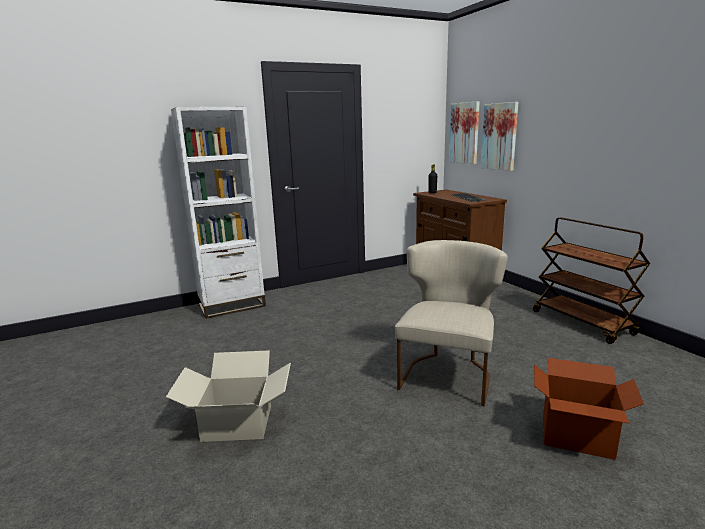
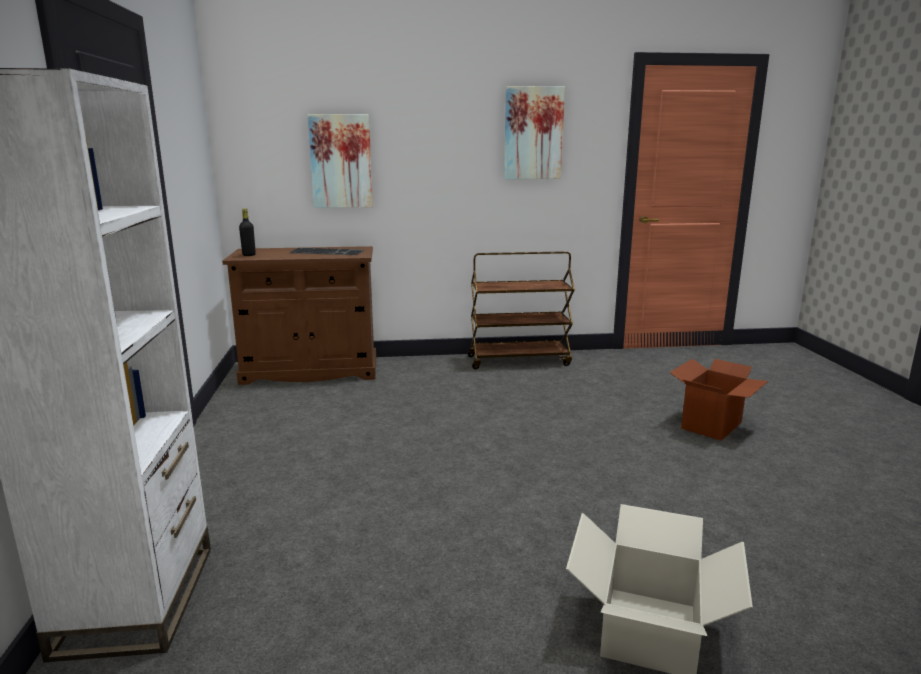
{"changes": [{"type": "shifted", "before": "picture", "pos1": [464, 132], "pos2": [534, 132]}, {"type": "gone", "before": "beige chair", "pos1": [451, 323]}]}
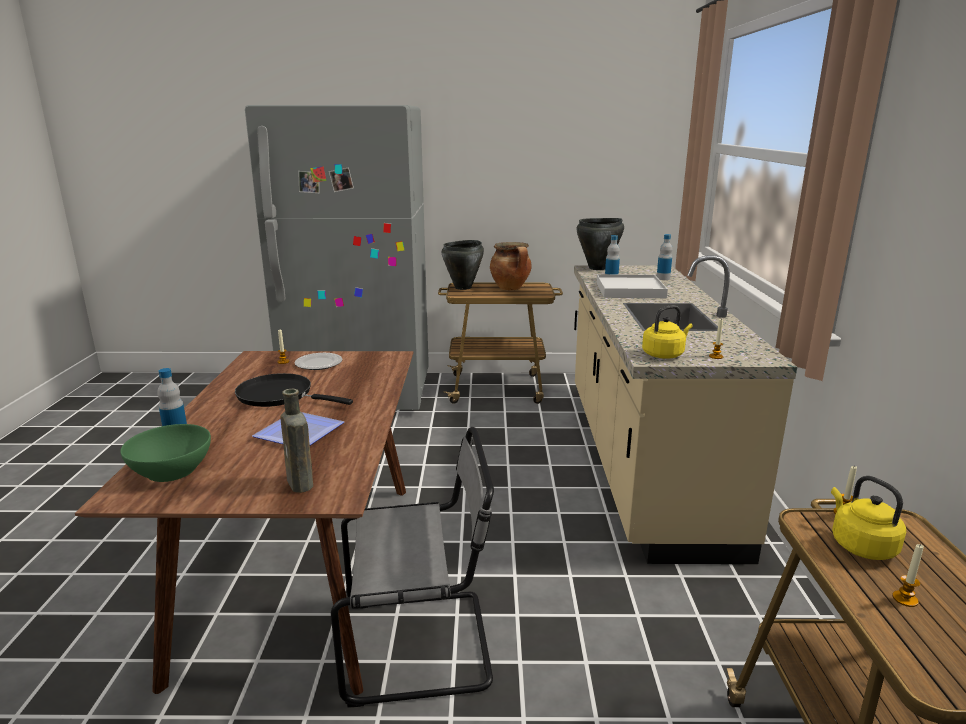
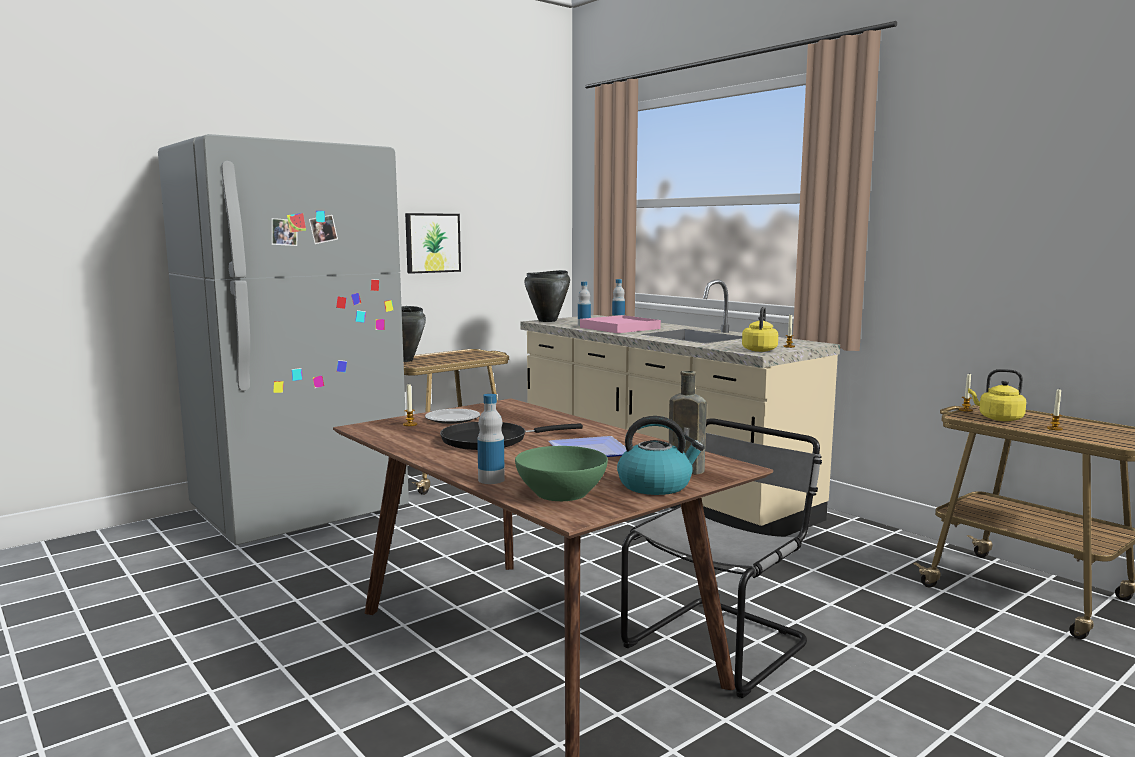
{"changes": [{"type": "gone", "before": "cooking pot", "pos1": [511, 266]}, {"type": "repainted", "before": "white tray", "after": "pink tray", "pos1": [632, 286], "pos2": [620, 324]}, {"type": "new", "after": "picture", "pos2": [433, 243]}, {"type": "new", "after": "kettle", "pos2": [661, 455]}]}
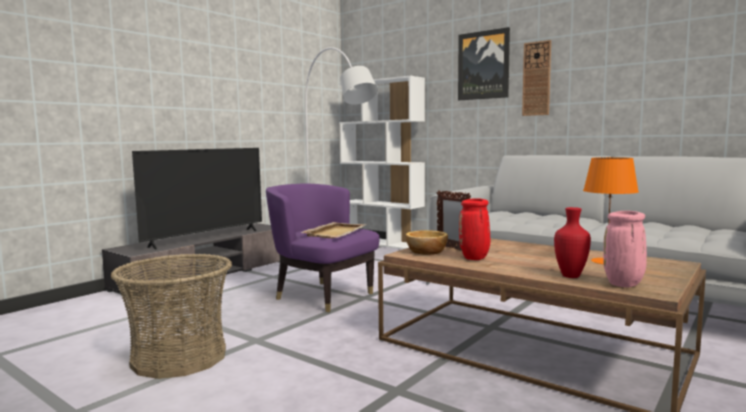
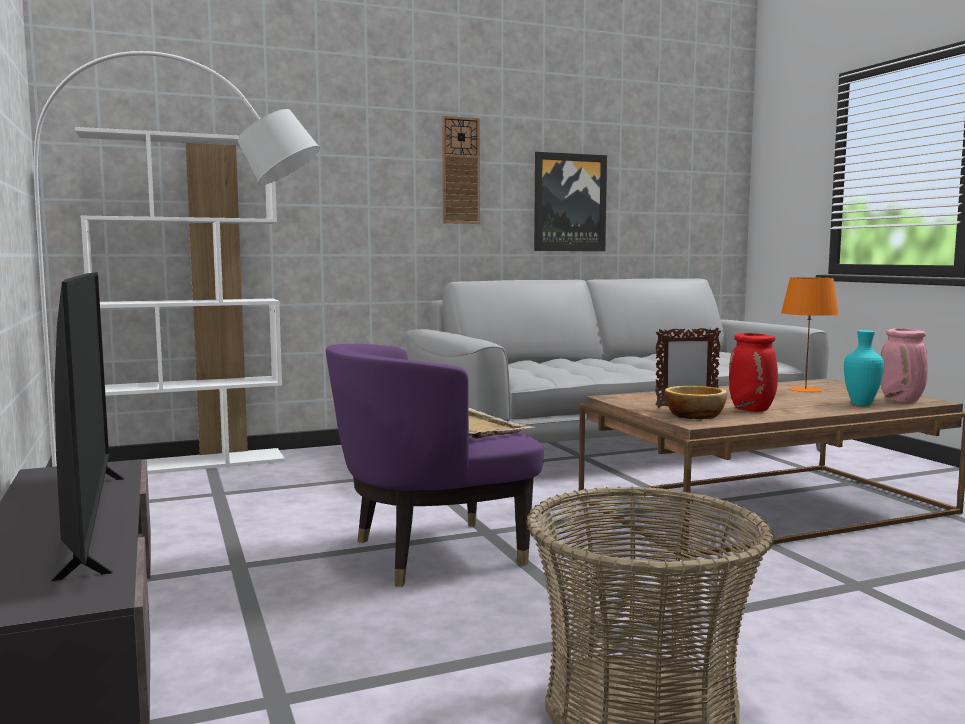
{"changes": [{"type": "shifted", "before": "picture", "pos1": [484, 63], "pos2": [570, 201]}, {"type": "repainted", "before": "red vase", "after": "turquoise vase", "pos1": [572, 242], "pos2": [864, 368]}]}
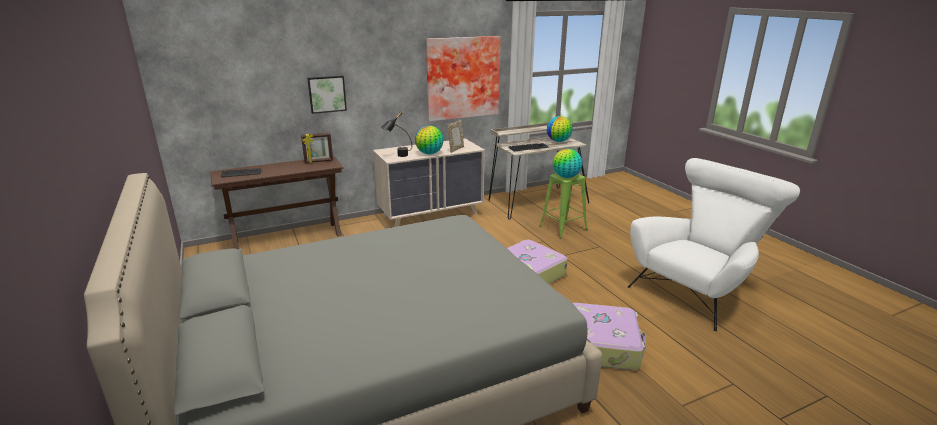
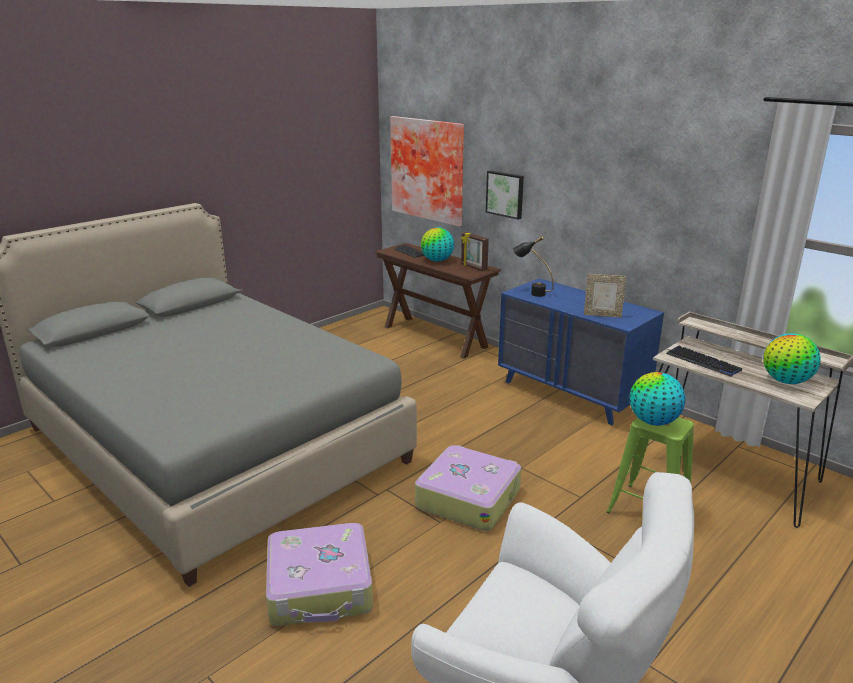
{"changes": [{"type": "shifted", "before": "picture", "pos1": [463, 78], "pos2": [427, 171]}, {"type": "shifted", "before": "globe", "pos1": [429, 140], "pos2": [437, 245]}, {"type": "repainted", "before": "beige dresser", "after": "blue dresser", "pos1": [429, 183], "pos2": [581, 351]}]}
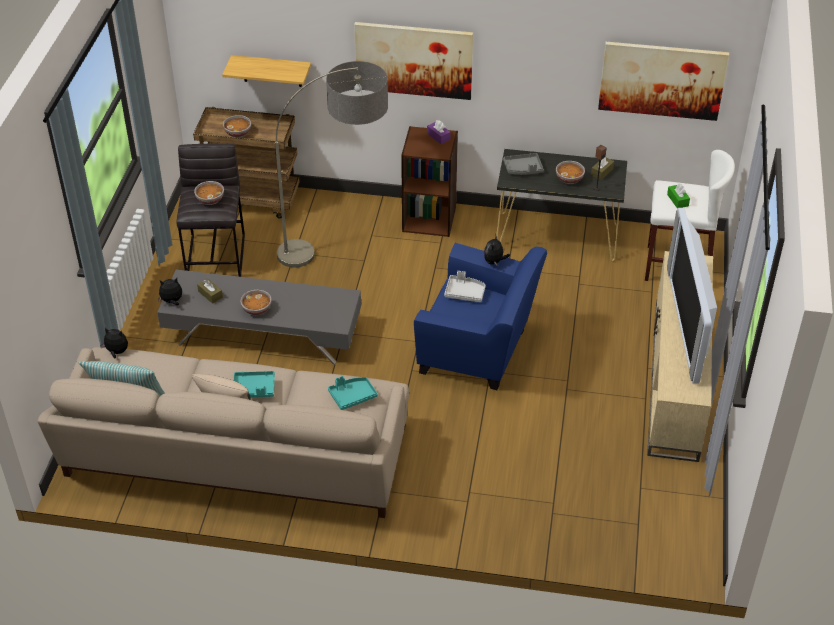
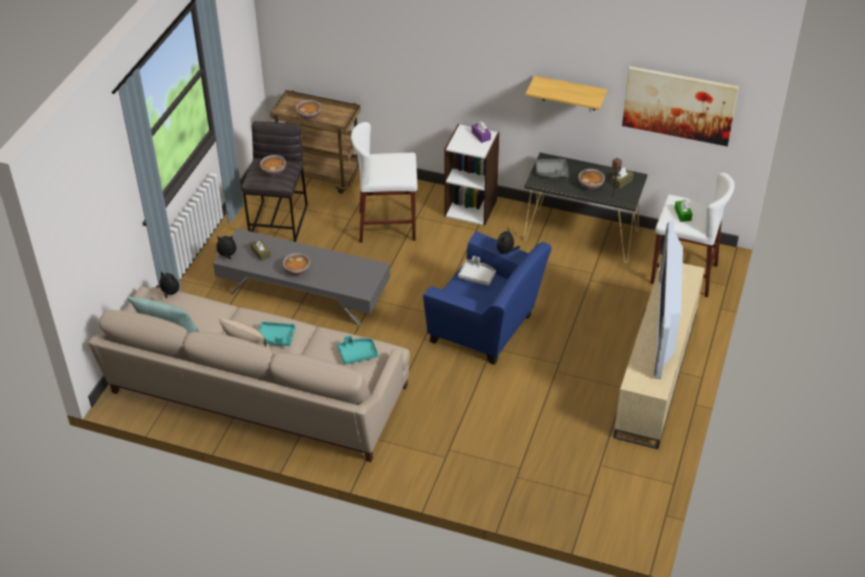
{"changes": [{"type": "gone", "before": "picture", "pos1": [413, 61]}, {"type": "shifted", "before": "shelf", "pos1": [266, 71], "pos2": [566, 93]}, {"type": "swapped", "before": "floor lamp", "after": "white stool", "pos1": [331, 164], "pos2": [384, 182]}, {"type": "repainted", "before": "brown bookcase", "after": "white bookcase", "pos1": [429, 181], "pos2": [472, 175]}]}
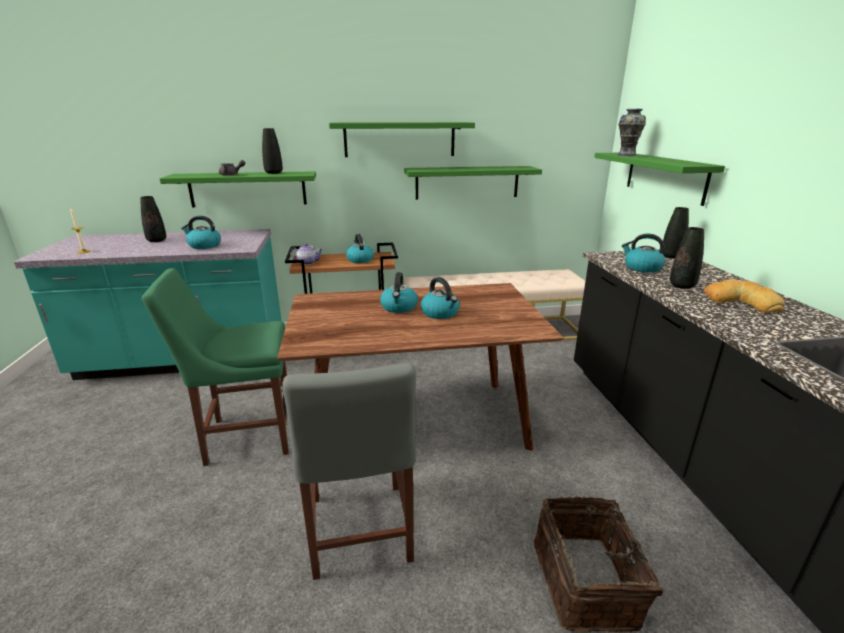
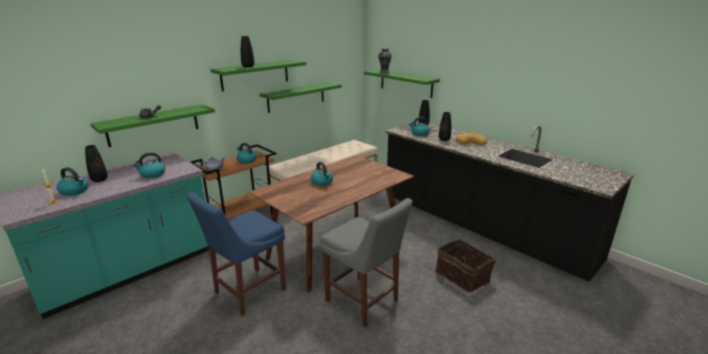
{"changes": [{"type": "shifted", "before": "black vase", "pos1": [272, 151], "pos2": [247, 51]}, {"type": "repainted", "before": "green chair", "after": "blue chair", "pos1": [215, 367], "pos2": [236, 254]}, {"type": "shifted", "before": "kettle", "pos1": [440, 298], "pos2": [73, 181]}]}
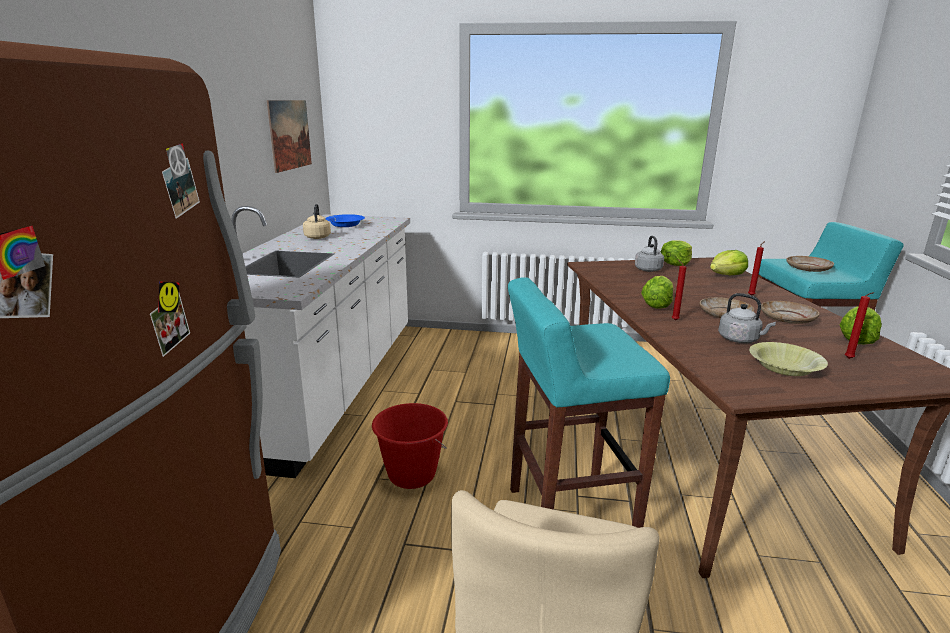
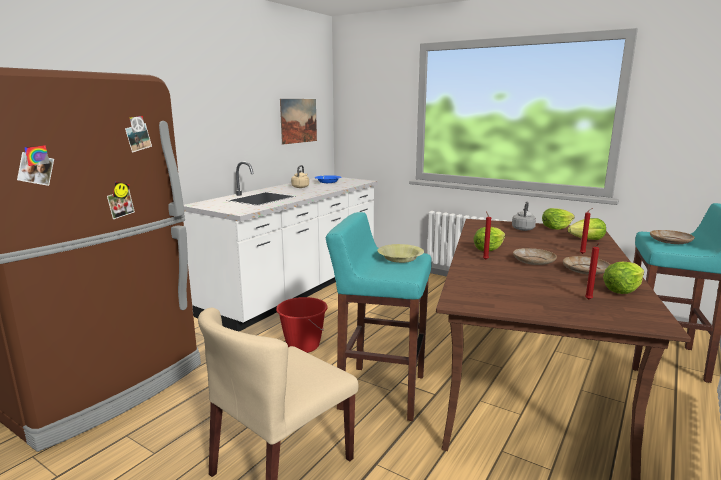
{"changes": [{"type": "gone", "before": "grey kettle", "pos1": [747, 318]}, {"type": "shifted", "before": "yellow bowl", "pos1": [788, 359], "pos2": [400, 253]}]}
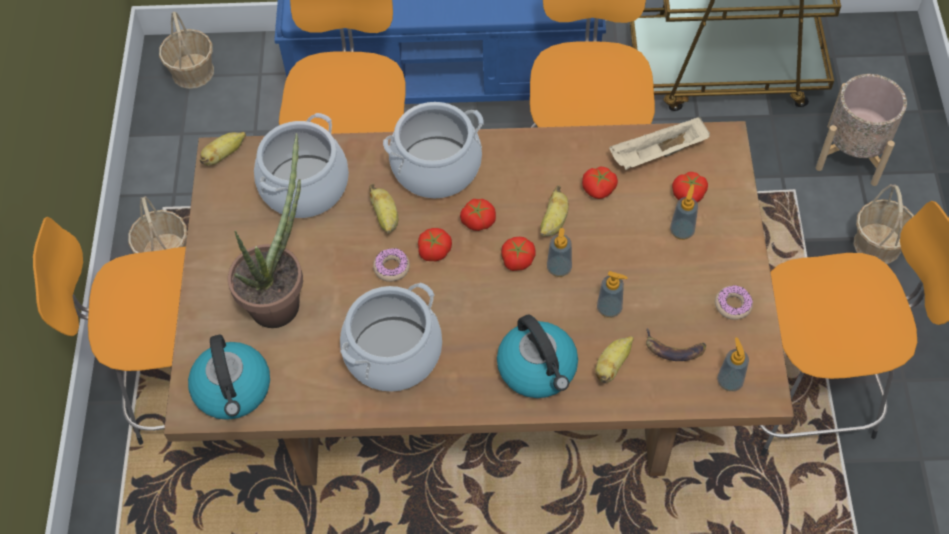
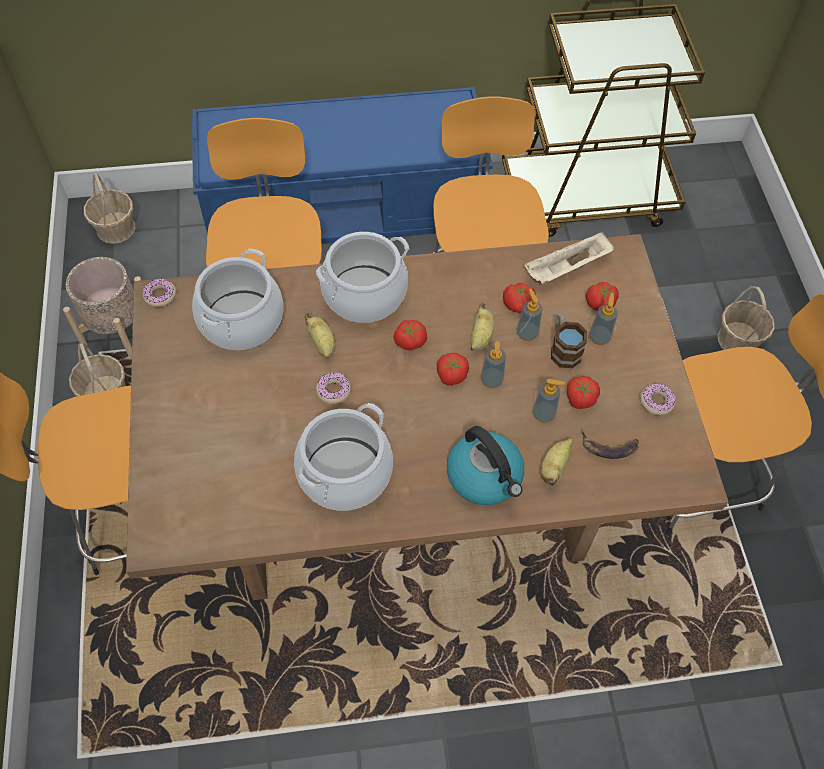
{"changes": [{"type": "shifted", "before": "beige planter", "pos1": [861, 130], "pos2": [102, 307]}, {"type": "swapped", "before": "banana", "after": "donut", "pos1": [223, 149], "pos2": [159, 292]}, {"type": "gone", "before": "potted plant", "pos1": [265, 230]}, {"type": "shifted", "before": "tomato", "pos1": [435, 244], "pos2": [583, 392]}, {"type": "gone", "before": "kettle", "pos1": [229, 377]}, {"type": "shifted", "before": "soap dispenser", "pos1": [733, 364], "pos2": [529, 314]}, {"type": "new", "after": "mug", "pos2": [569, 341]}]}
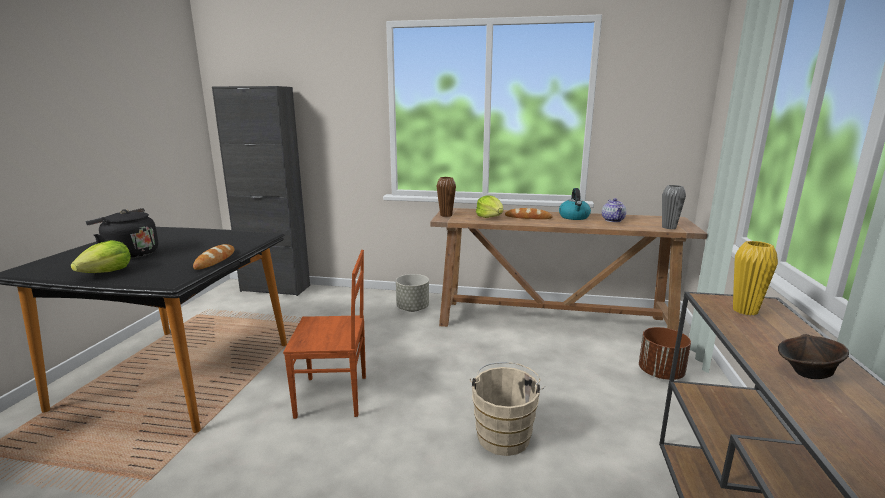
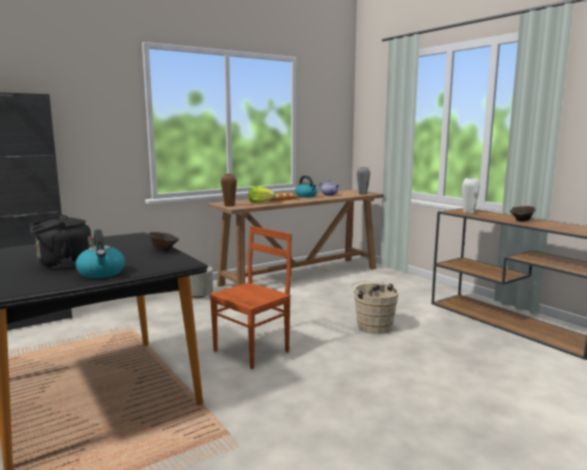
{"changes": [{"type": "swapped", "before": "lettuce", "after": "kettle", "pos1": [101, 256], "pos2": [100, 253]}, {"type": "repainted", "before": "yellow vase", "after": "white vase", "pos1": [755, 278], "pos2": [471, 195]}, {"type": "swapped", "before": "bread", "after": "brown bowl", "pos1": [213, 257], "pos2": [163, 241]}, {"type": "gone", "before": "brown planter", "pos1": [665, 353]}]}
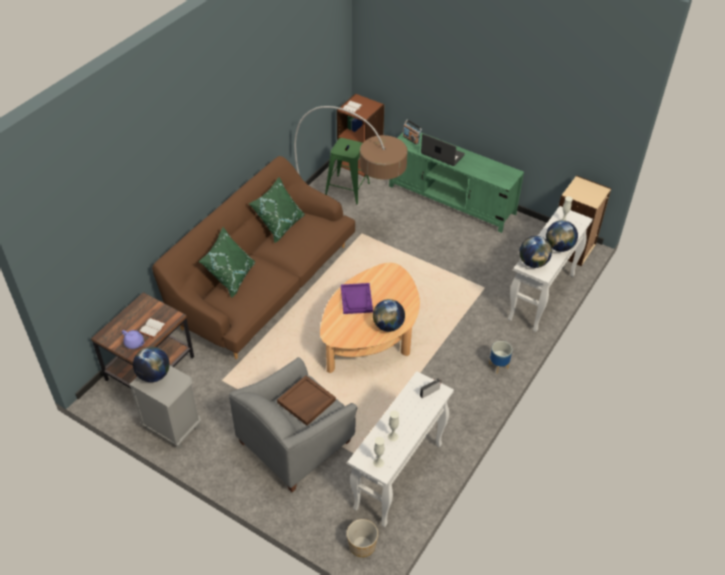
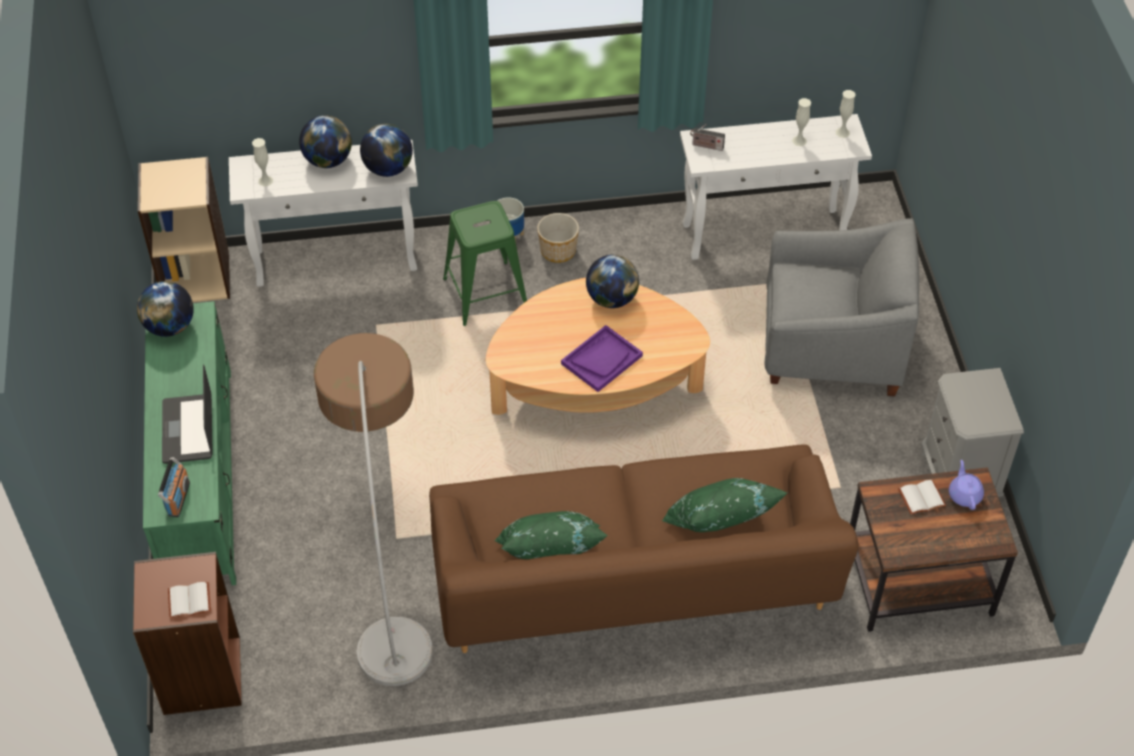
{"changes": [{"type": "shifted", "before": "green stool", "pos1": [347, 171], "pos2": [485, 263]}, {"type": "shifted", "before": "globe", "pos1": [151, 364], "pos2": [165, 309]}, {"type": "gone", "before": "brown tray", "pos1": [306, 401]}, {"type": "shifted", "before": "planter", "pos1": [362, 538], "pos2": [558, 238]}]}
